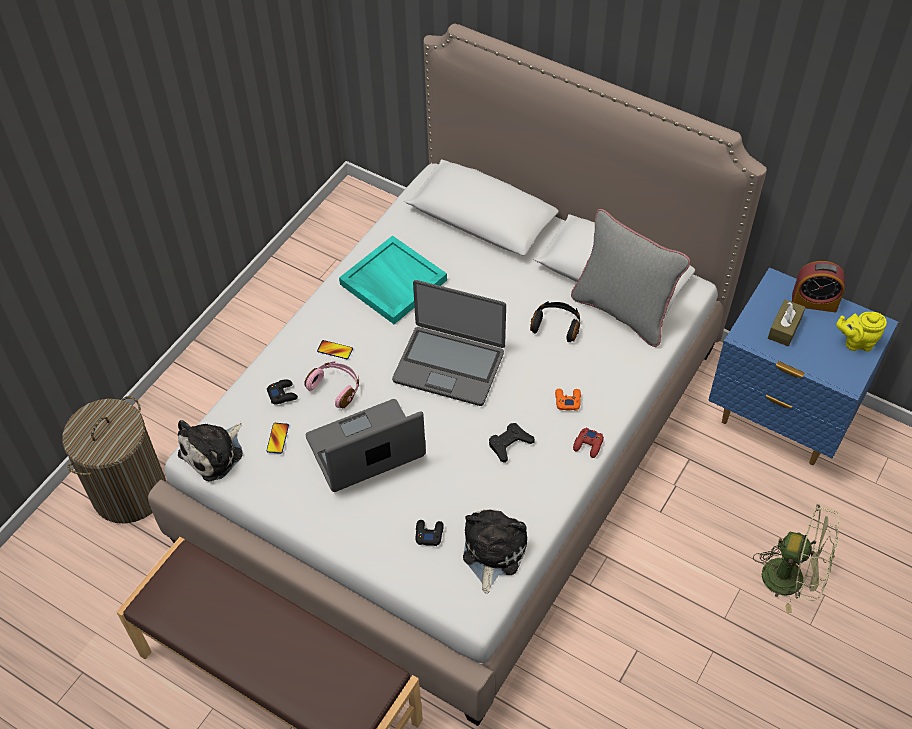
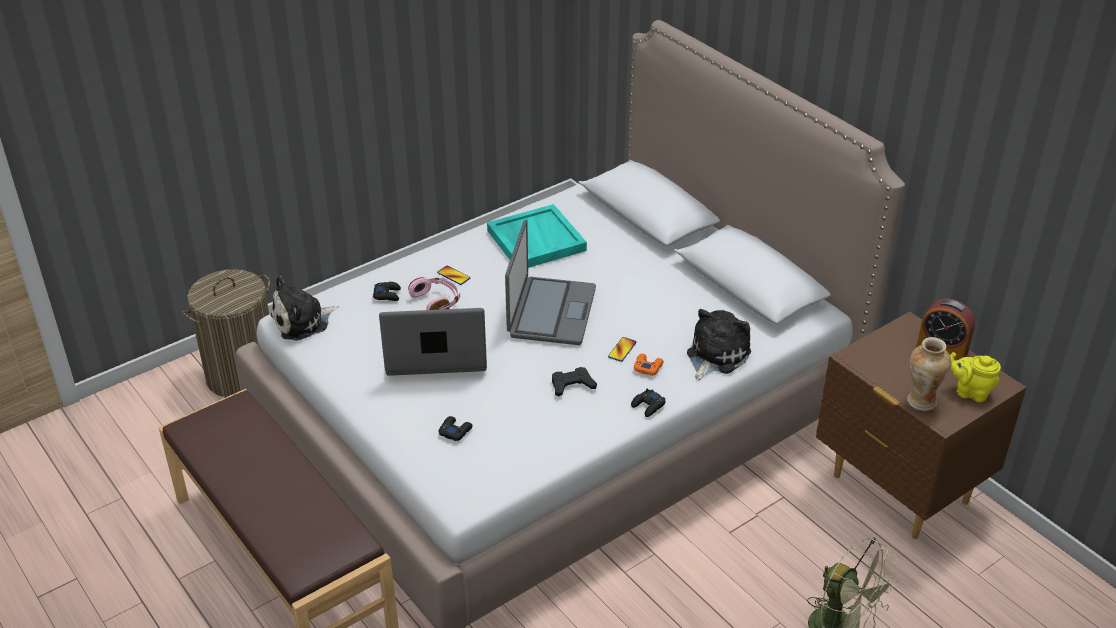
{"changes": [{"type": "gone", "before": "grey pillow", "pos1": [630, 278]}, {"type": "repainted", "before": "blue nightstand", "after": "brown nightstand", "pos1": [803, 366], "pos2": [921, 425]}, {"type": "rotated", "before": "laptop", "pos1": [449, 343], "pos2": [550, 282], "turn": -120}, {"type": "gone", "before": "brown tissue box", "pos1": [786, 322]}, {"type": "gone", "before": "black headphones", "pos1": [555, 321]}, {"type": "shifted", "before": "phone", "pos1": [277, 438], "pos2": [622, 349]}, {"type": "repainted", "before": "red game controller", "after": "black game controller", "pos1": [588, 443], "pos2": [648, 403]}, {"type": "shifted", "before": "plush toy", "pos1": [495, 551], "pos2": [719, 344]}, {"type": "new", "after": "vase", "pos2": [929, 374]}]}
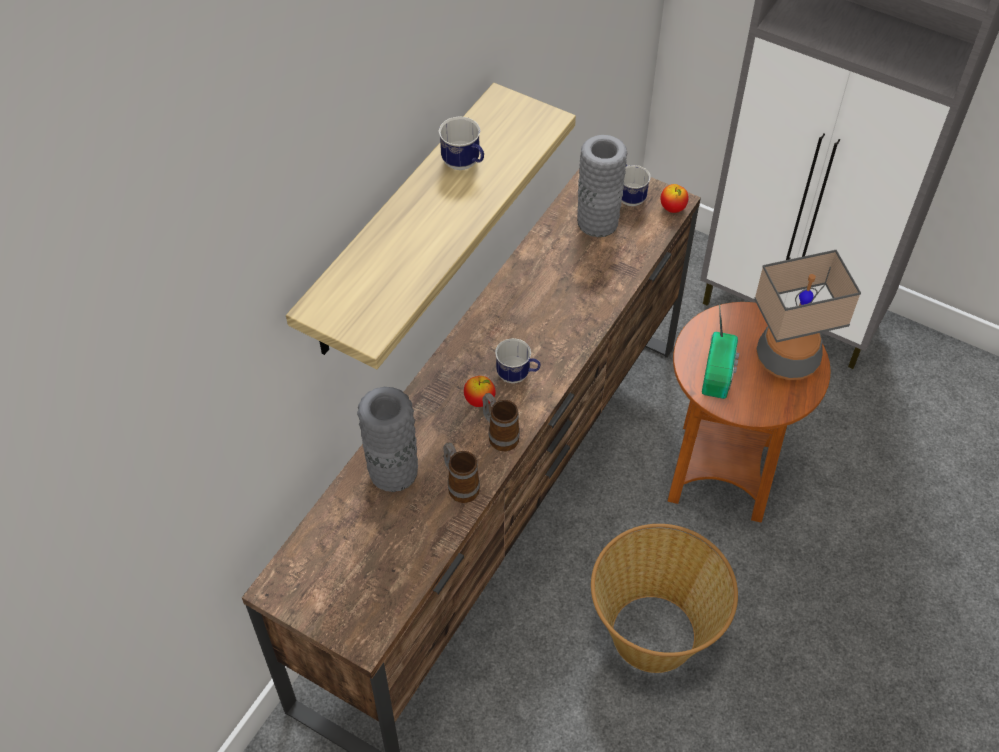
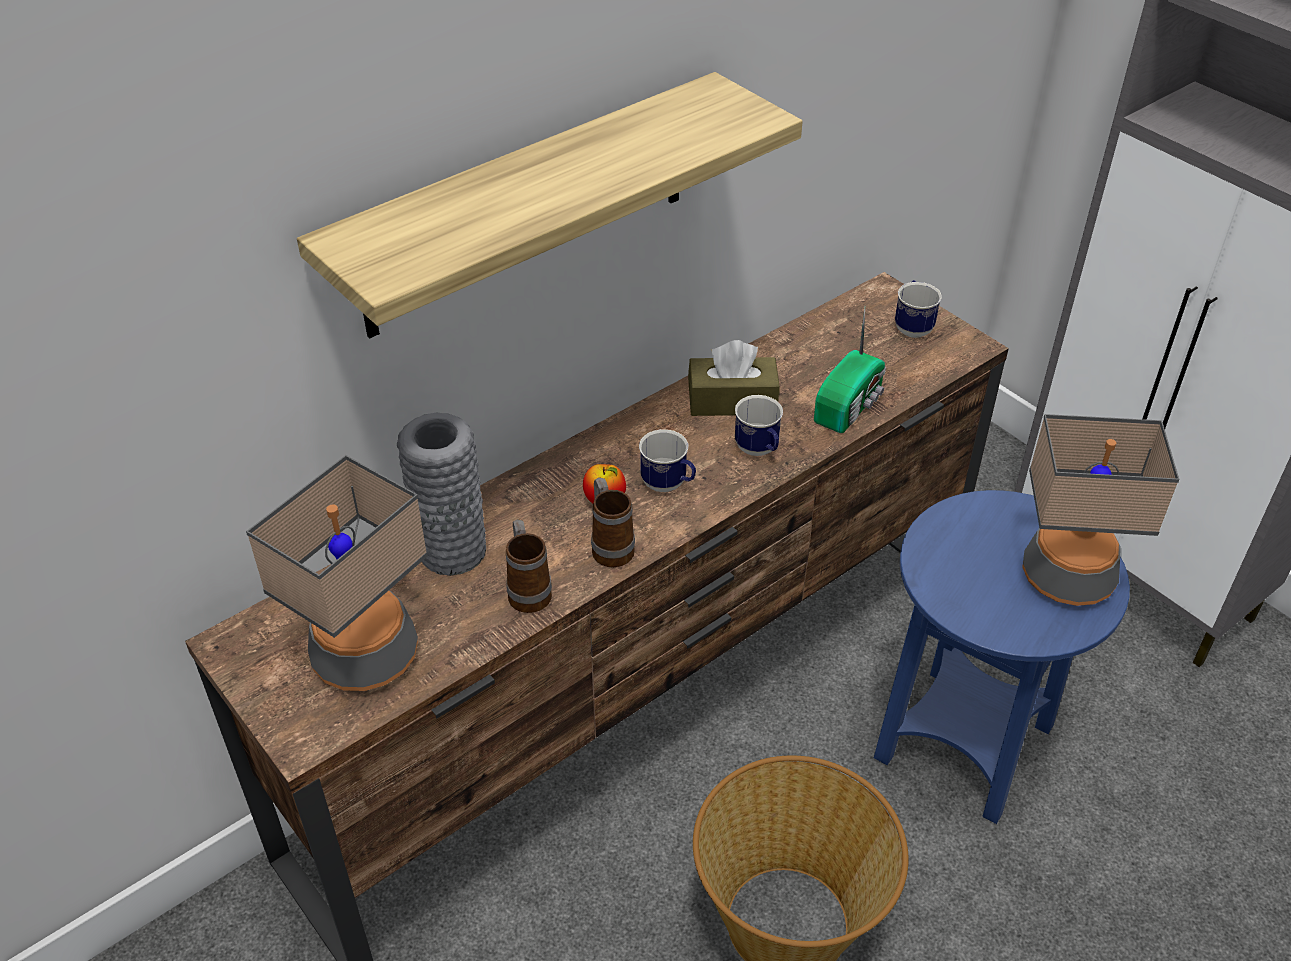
{"changes": [{"type": "shifted", "before": "mug", "pos1": [461, 143], "pos2": [759, 425]}, {"type": "gone", "before": "grey vase", "pos1": [602, 186]}, {"type": "gone", "before": "apple", "pos1": [674, 198]}, {"type": "repainted", "before": "brown side table", "after": "blue side table", "pos1": [749, 412], "pos2": [1002, 657]}, {"type": "shifted", "before": "radio", "pos1": [720, 351], "pos2": [850, 370]}, {"type": "new", "after": "brown tissue box", "pos2": [734, 378]}, {"type": "new", "after": "table lamp", "pos2": [337, 573]}]}
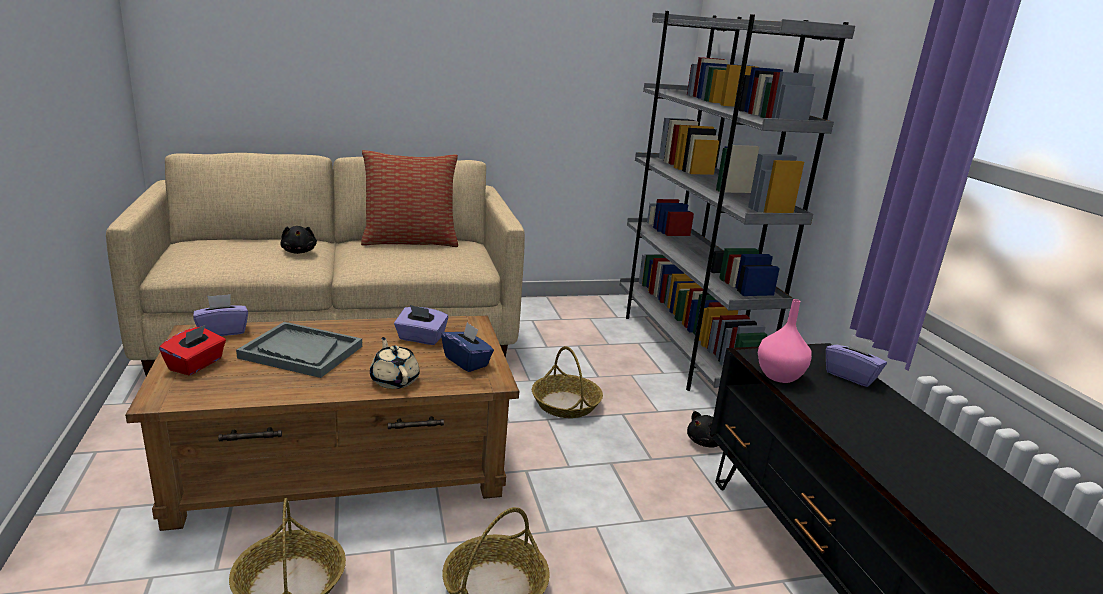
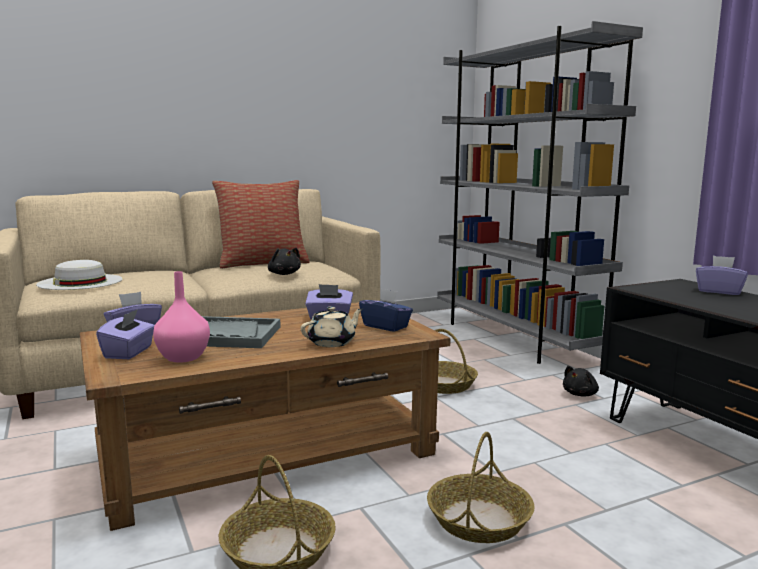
{"changes": [{"type": "shifted", "before": "black plush toy", "pos1": [298, 240], "pos2": [284, 261]}, {"type": "shifted", "before": "pink vase", "pos1": [785, 341], "pos2": [181, 317]}, {"type": "repainted", "before": "red tissue box", "after": "purple tissue box", "pos1": [192, 350], "pos2": [125, 334]}, {"type": "rotated", "before": "beige teapot", "pos1": [395, 363], "pos2": [332, 326], "turn": 90}, {"type": "new", "after": "white hat", "pos2": [79, 275]}]}
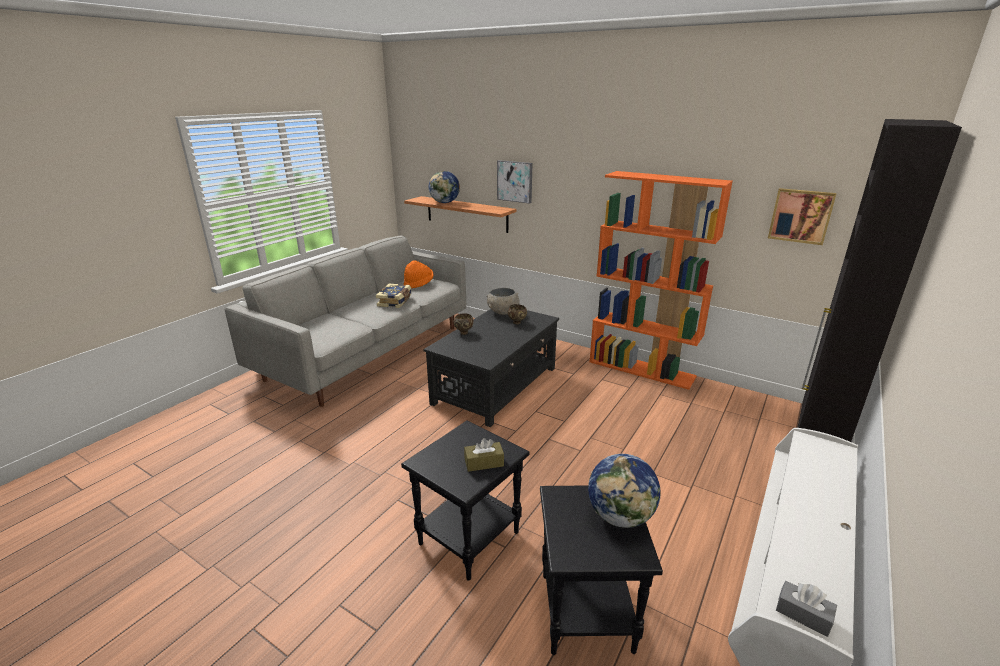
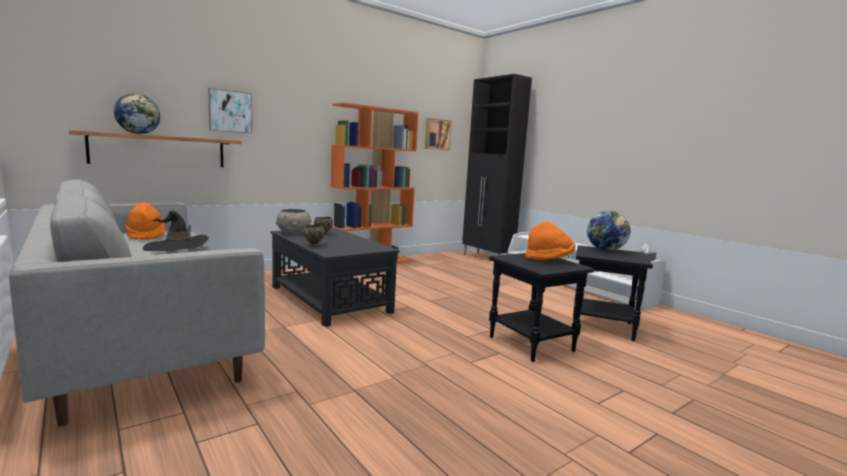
{"changes": [{"type": "swapped", "before": "book", "after": "black hat", "pos1": [394, 295], "pos2": [176, 230]}, {"type": "swapped", "before": "brown tissue box", "after": "orange hat", "pos1": [484, 455], "pos2": [550, 241]}]}
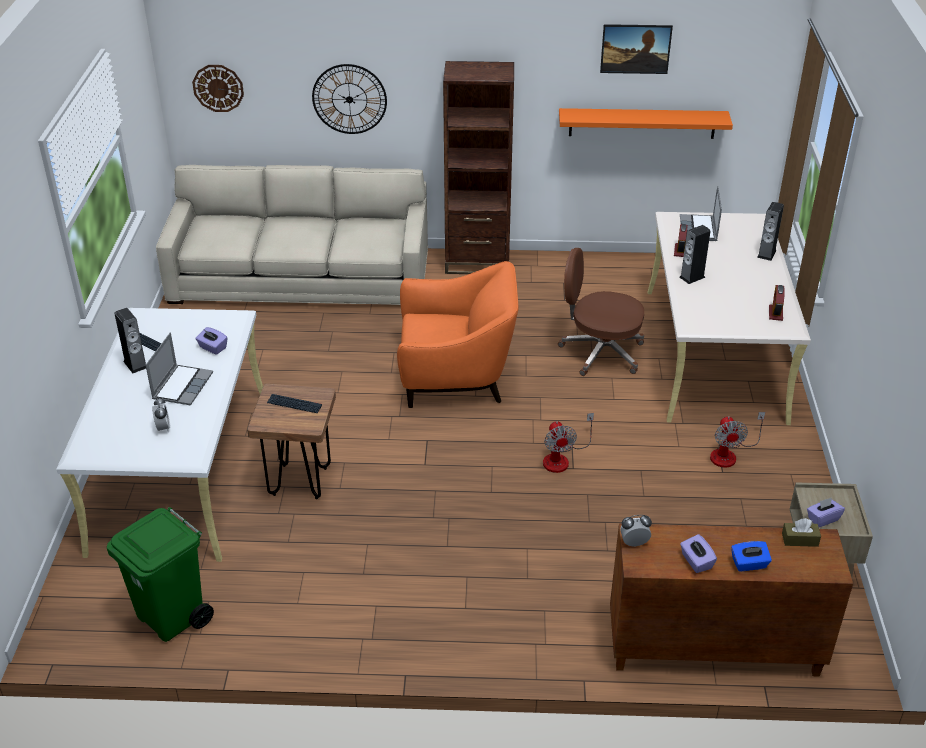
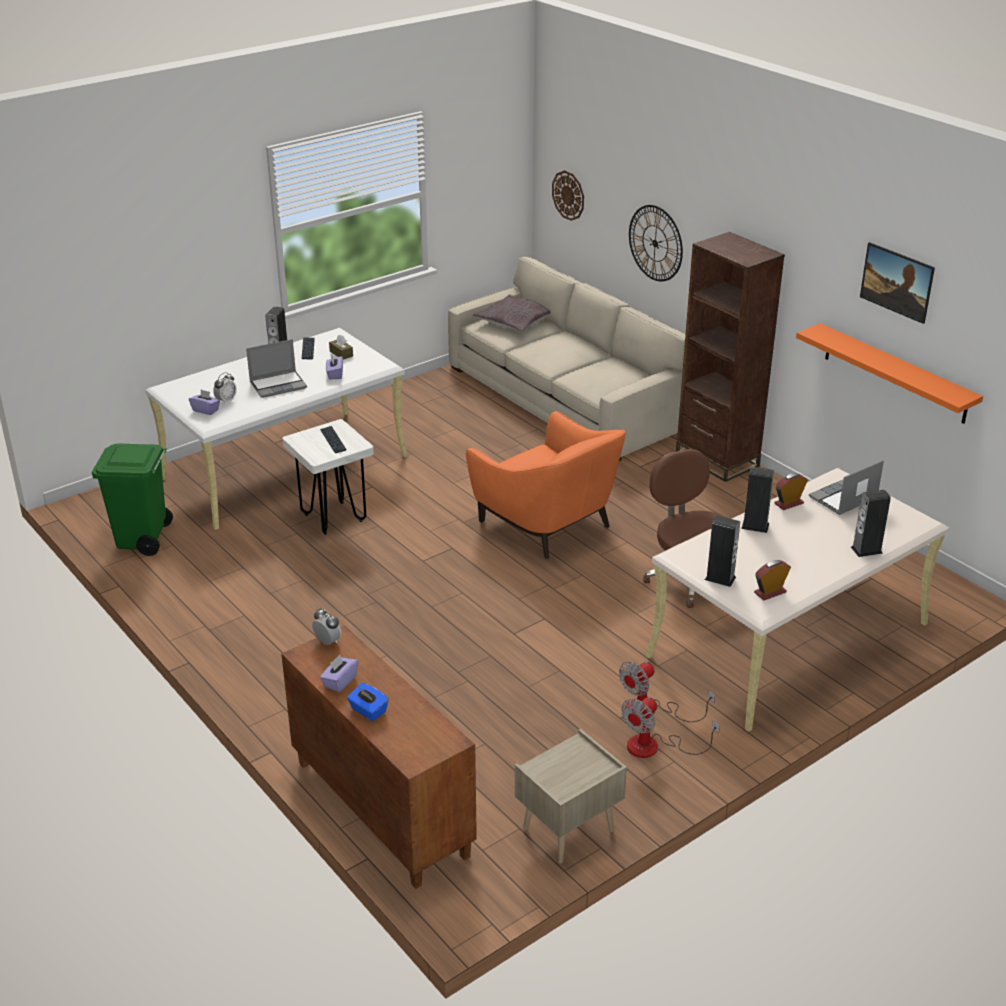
{"changes": [{"type": "repainted", "before": "brown stool", "after": "white stool", "pos1": [291, 441], "pos2": [328, 477]}, {"type": "shifted", "before": "fan", "pos1": [568, 443], "pos2": [670, 727]}, {"type": "shifted", "before": "purple tissue box", "pos1": [826, 512], "pos2": [204, 402]}, {"type": "shifted", "before": "brown tissue box", "pos1": [801, 532], "pos2": [341, 347]}, {"type": "new", "after": "grey pillow", "pos2": [512, 313]}, {"type": "new", "after": "speaker", "pos2": [722, 551]}]}
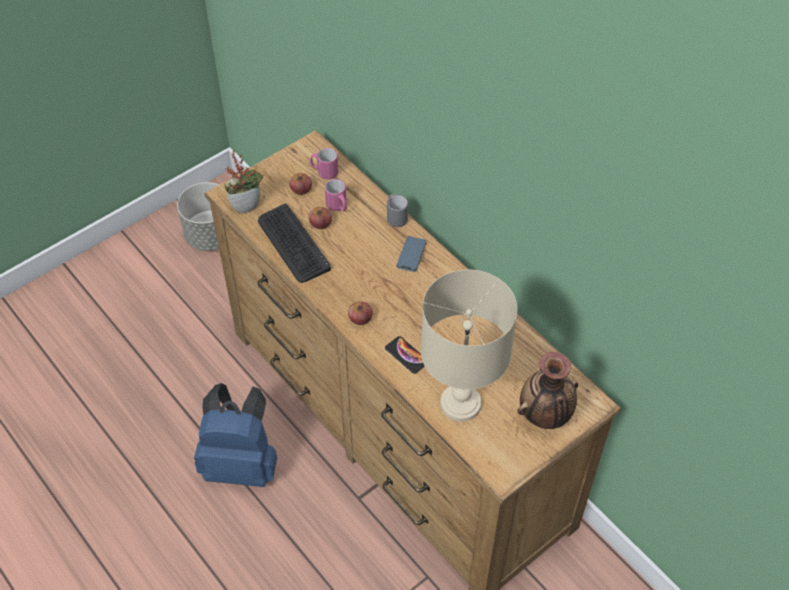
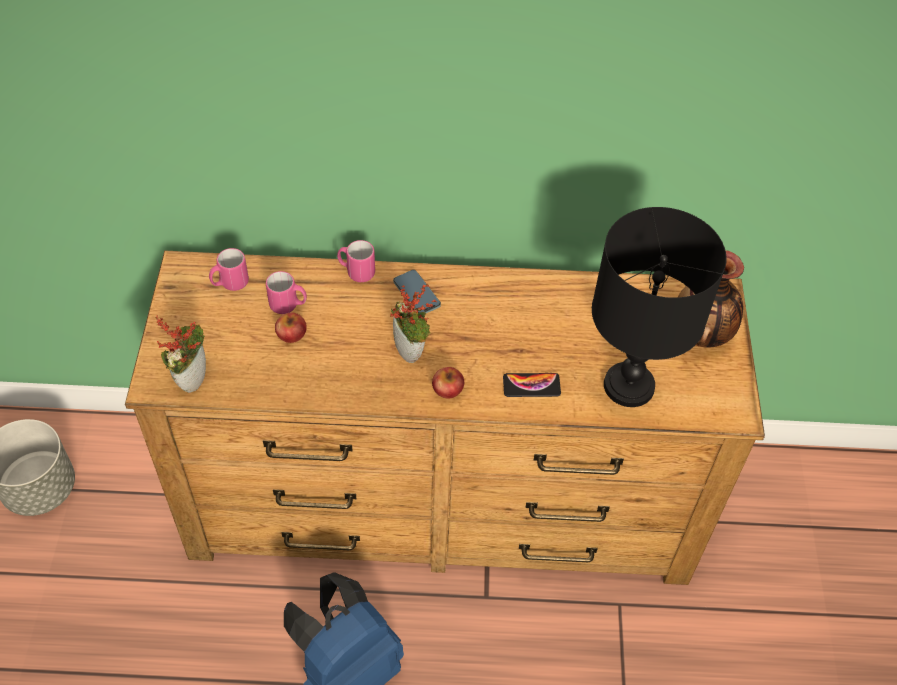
{"changes": [{"type": "gone", "before": "apple", "pos1": [300, 184]}, {"type": "repainted", "before": "grey mug", "after": "pink mug", "pos1": [397, 210], "pos2": [356, 261]}, {"type": "gone", "before": "keyboard", "pos1": [294, 243]}, {"type": "repainted", "before": "beige table lamp", "after": "black table lamp", "pos1": [469, 346], "pos2": [659, 307]}, {"type": "new", "after": "potted plant", "pos2": [413, 323]}]}
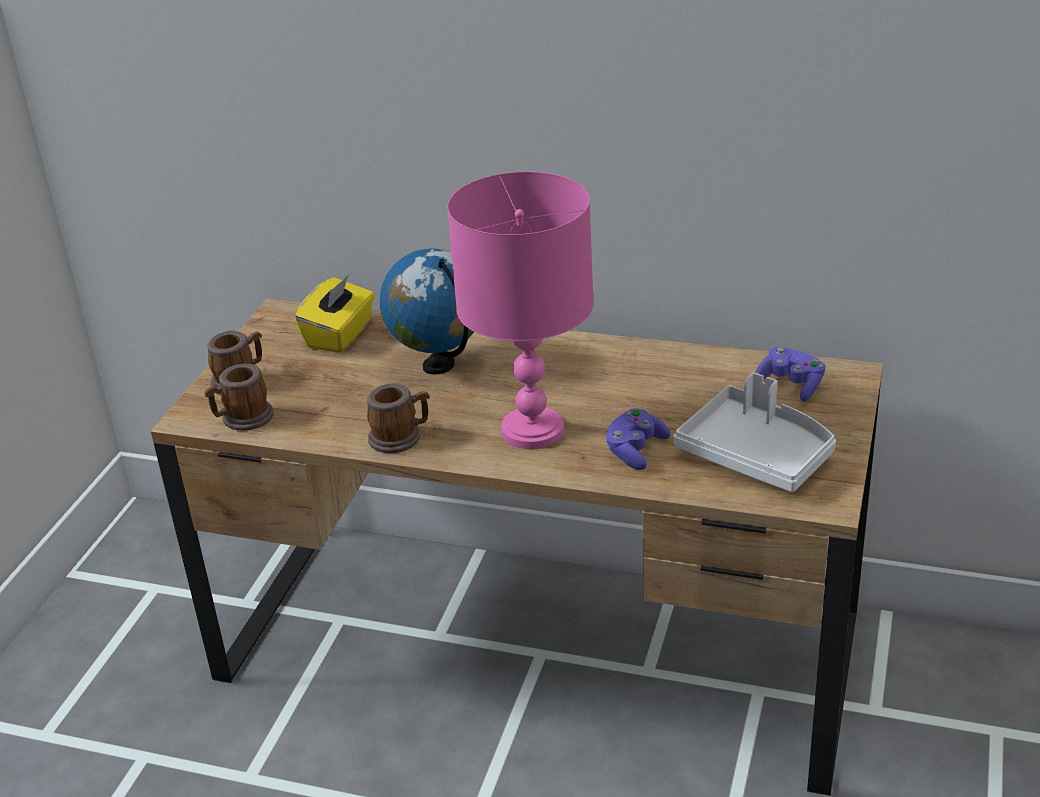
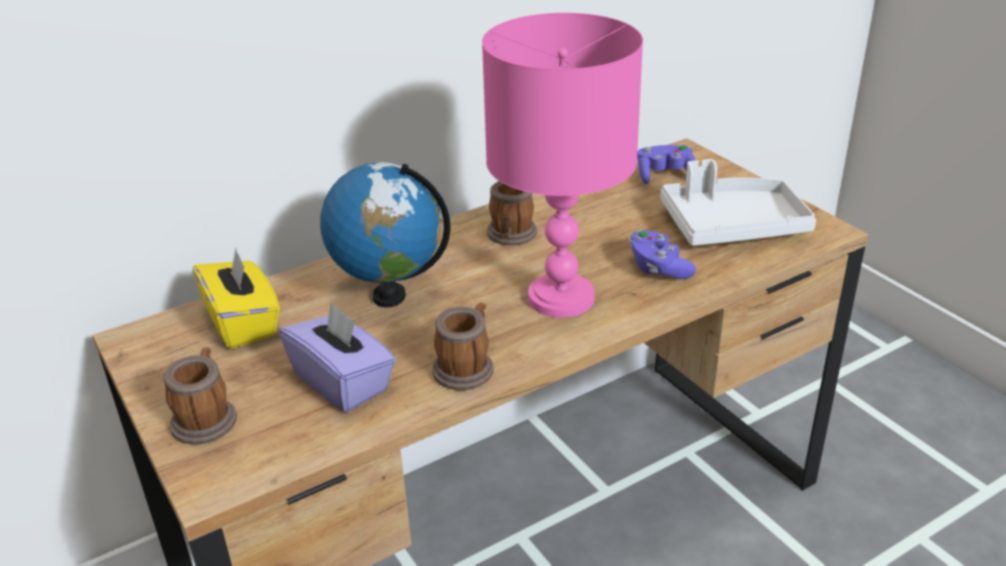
{"changes": [{"type": "shifted", "before": "mug", "pos1": [239, 397], "pos2": [512, 213]}, {"type": "new", "after": "purple tissue box", "pos2": [338, 357]}]}
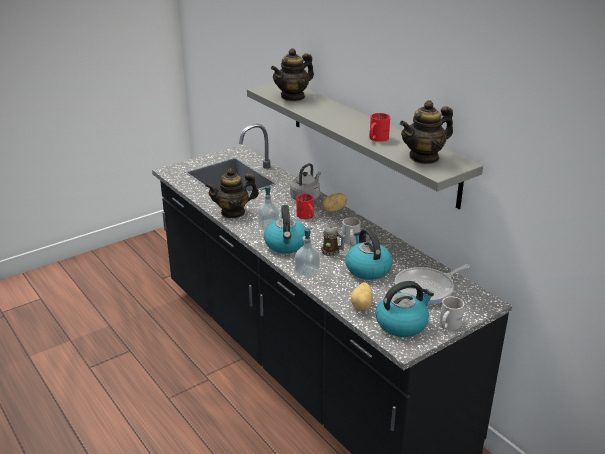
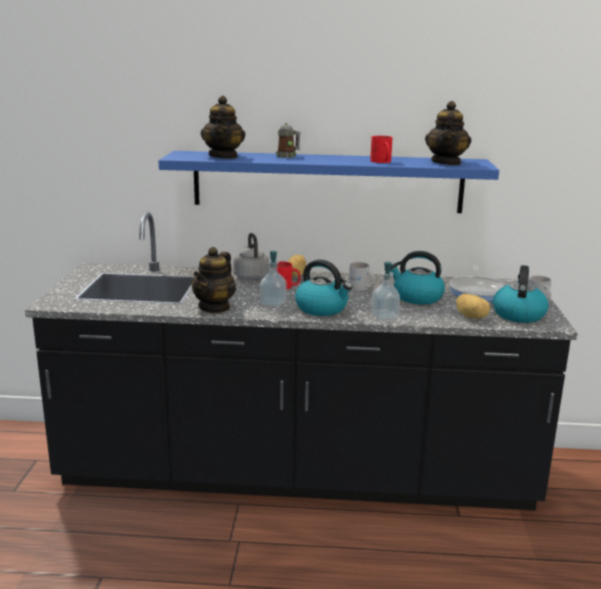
{"changes": [{"type": "repainted", "before": "grey shelf", "after": "blue shelf", "pos1": [365, 146], "pos2": [329, 182]}, {"type": "shifted", "before": "mug", "pos1": [333, 241], "pos2": [288, 140]}]}
